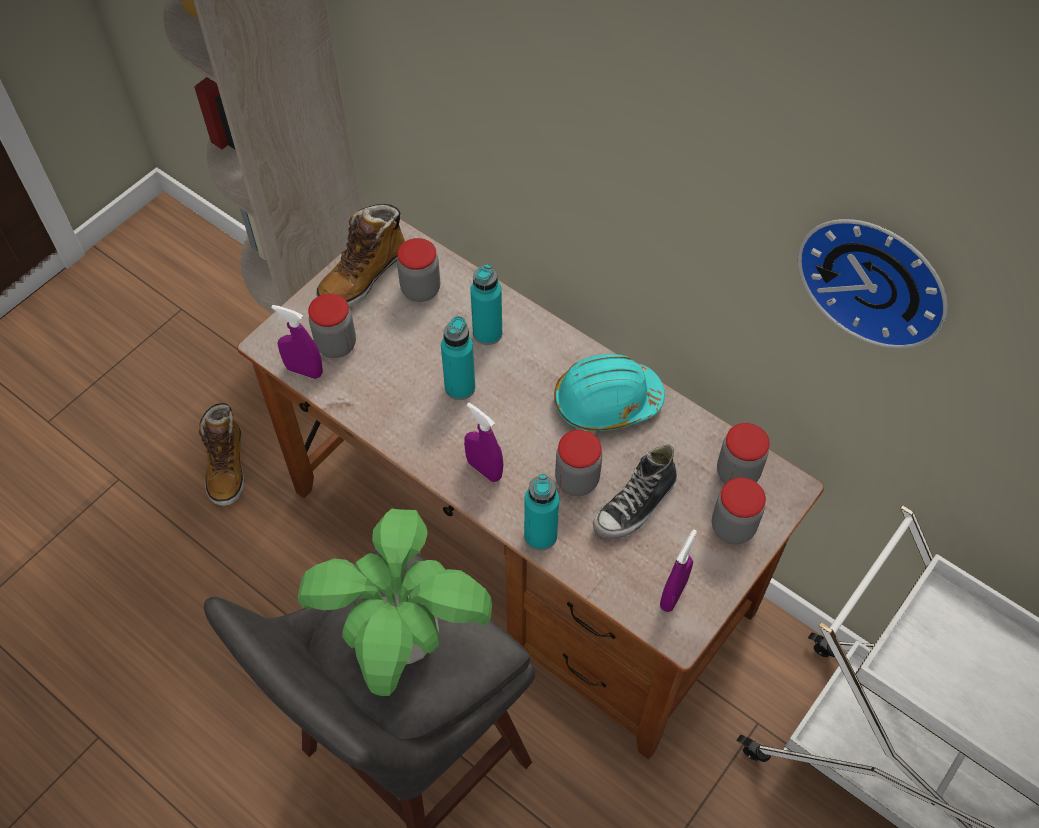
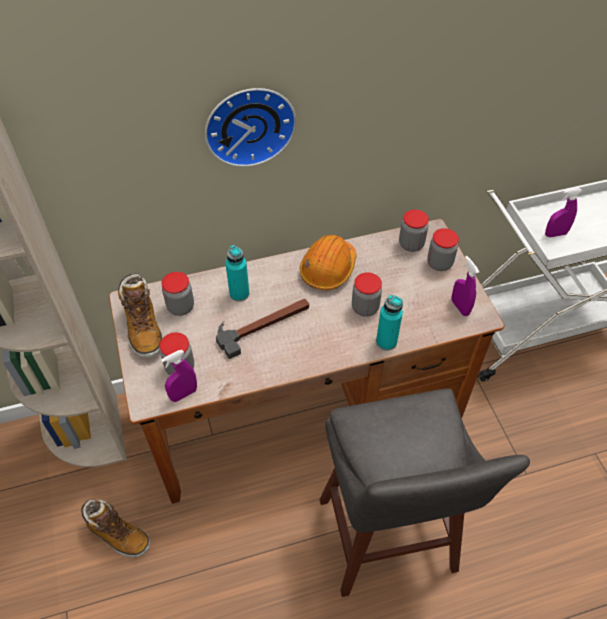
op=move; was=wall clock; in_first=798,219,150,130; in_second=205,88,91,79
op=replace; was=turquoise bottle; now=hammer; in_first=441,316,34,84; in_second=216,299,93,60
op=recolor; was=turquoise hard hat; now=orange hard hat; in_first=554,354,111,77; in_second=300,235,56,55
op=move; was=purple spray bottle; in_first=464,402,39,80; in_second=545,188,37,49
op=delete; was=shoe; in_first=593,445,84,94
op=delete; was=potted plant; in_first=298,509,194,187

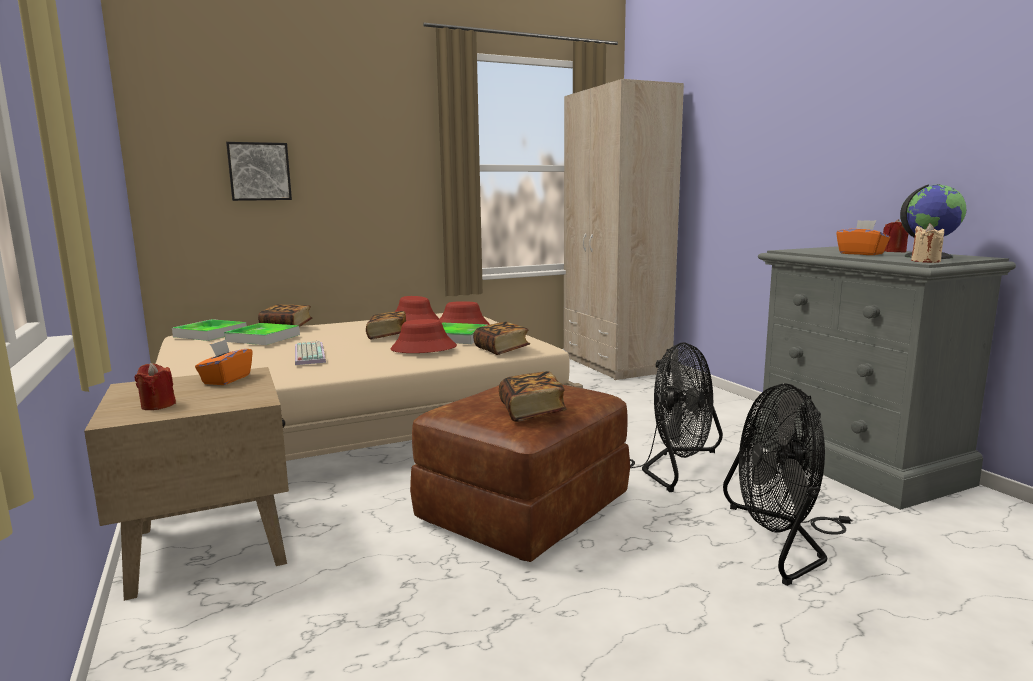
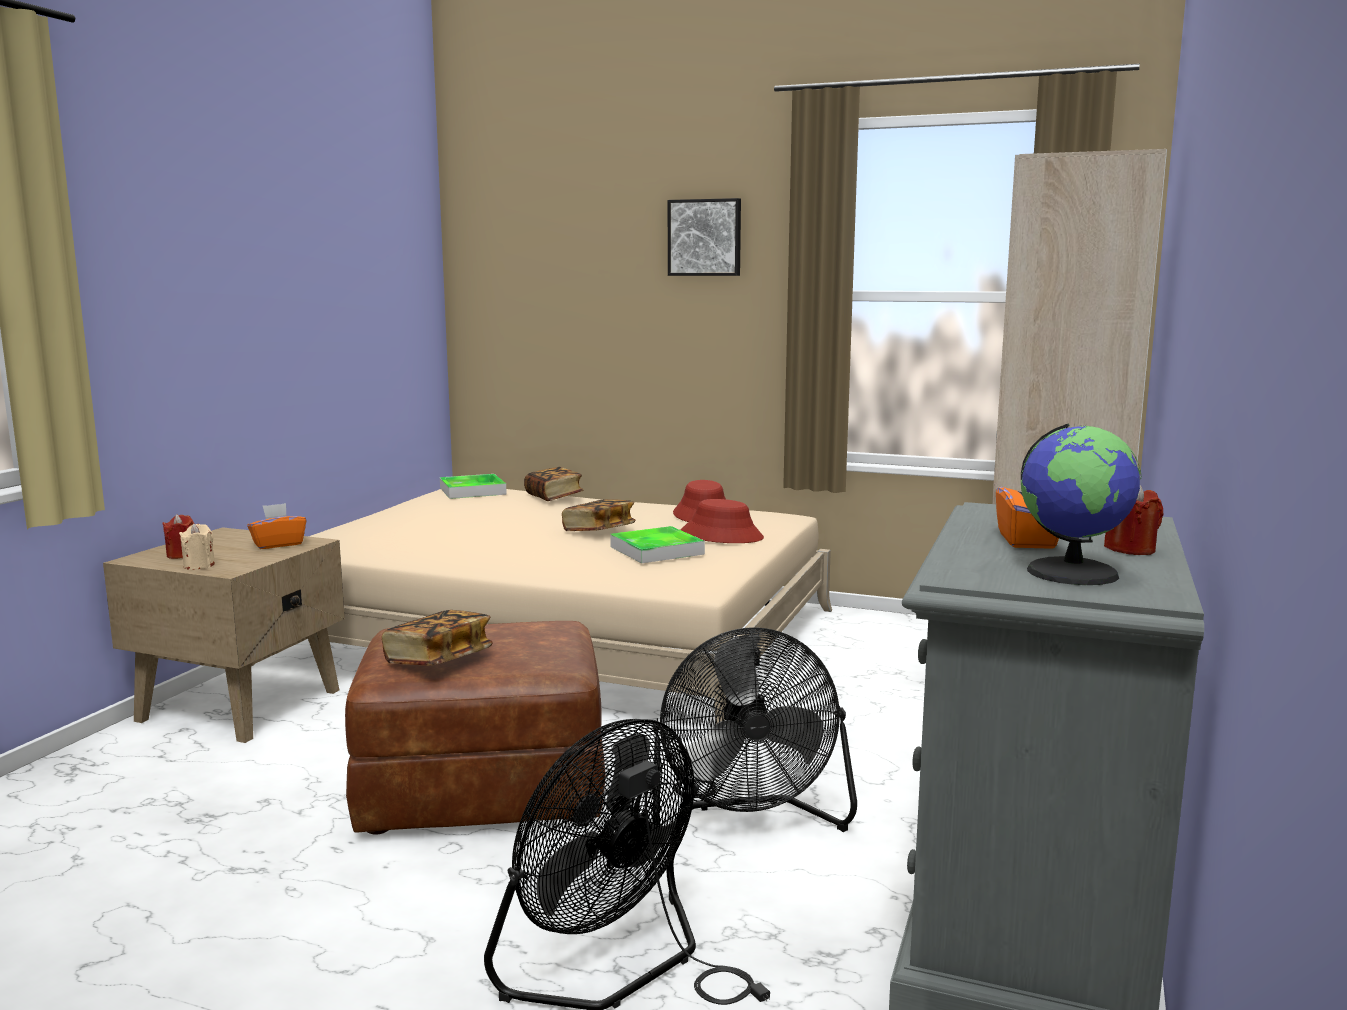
op=move; was=picture; in_first=226,142,66,59; in_second=668,198,73,78
op=move; was=beige candle; in_first=911,223,33,40; in_second=179,524,36,46
op=delete; was=red hat; in_first=391,319,66,34
op=delete; was=book; in_first=473,322,57,33
op=delete; was=tray; in_first=224,323,76,22
op=delete; was=keyboard; in_first=295,341,31,24

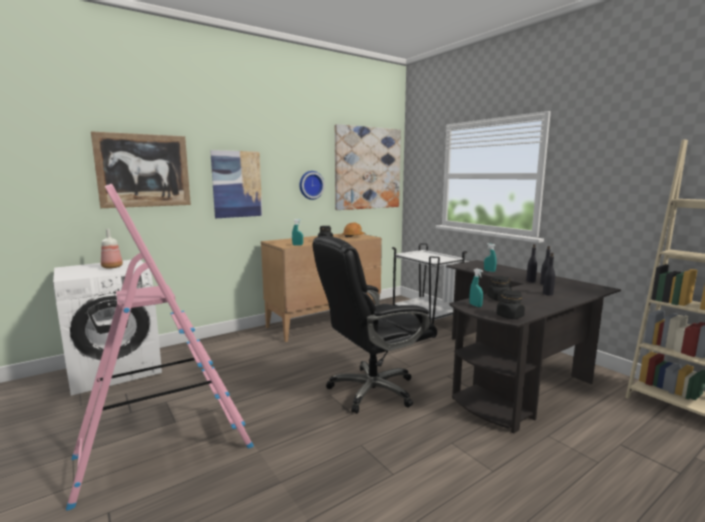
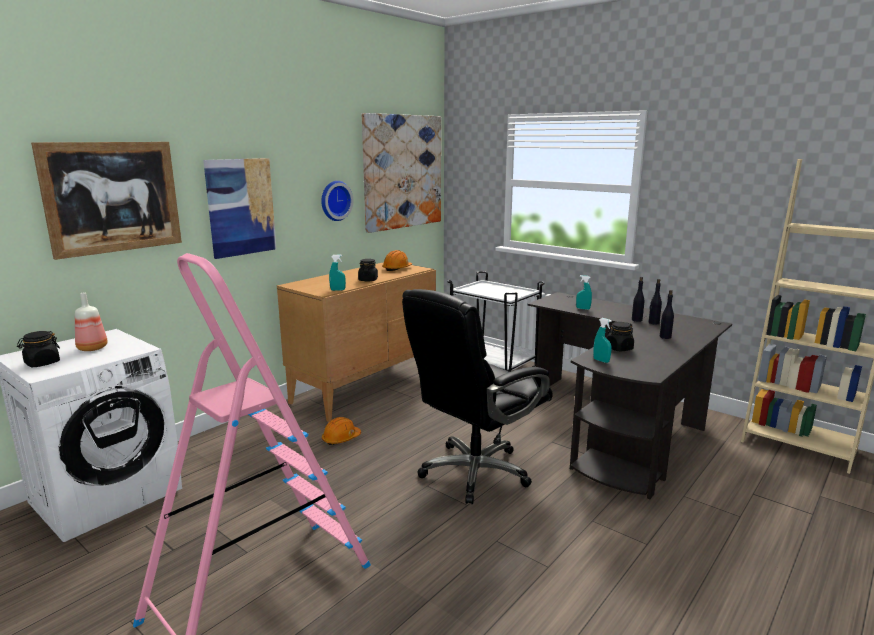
op=move; was=black jar; in_first=496,290,29,29; in_second=17,331,43,36
op=insert; now=orange hard hat; in_second=322,417,39,28

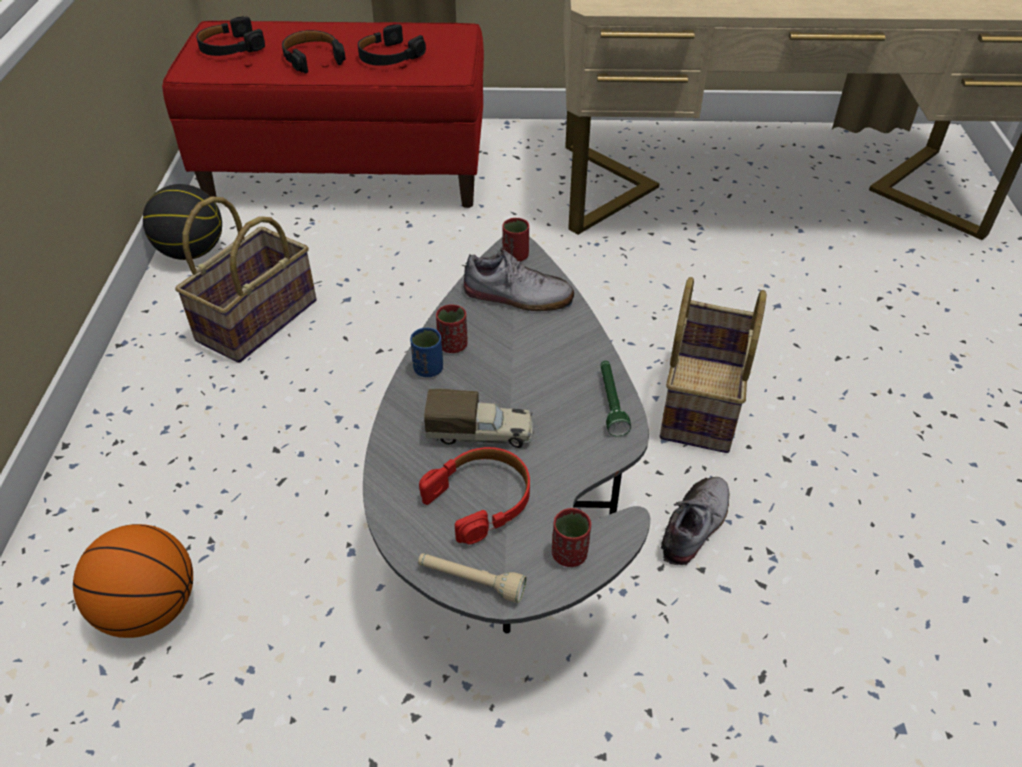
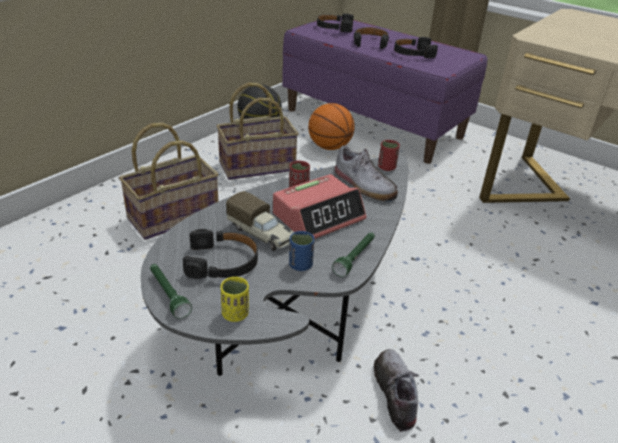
op=recolor; was=red bench; now=purple bench; in_first=162,20,322,188; in_second=282,17,205,147
op=move; was=basket; in_first=660,277,107,176; in_second=119,123,100,117
op=move; was=blue cup; in_first=410,328,33,49; in_second=289,231,25,40
op=recolor; was=red headphones; now=black headphones; in_first=419,447,111,98; in_second=183,229,75,50
op=rotate; was=shoe; in_first=660,477,70,88; in_second=373,349,46,83; clockwise=-75
op=recolor; was=red cup; now=yellow cup; in_first=552,508,39,59; in_second=221,277,28,45
op=move; was=basketball; in_first=73,524,120,114; in_second=308,103,47,47
op=recolor; was=beige flashlight; now=green flashlight; in_first=418,553,109,50; in_second=150,264,42,55
op=insert; now=alarm clock; in_second=273,174,93,65

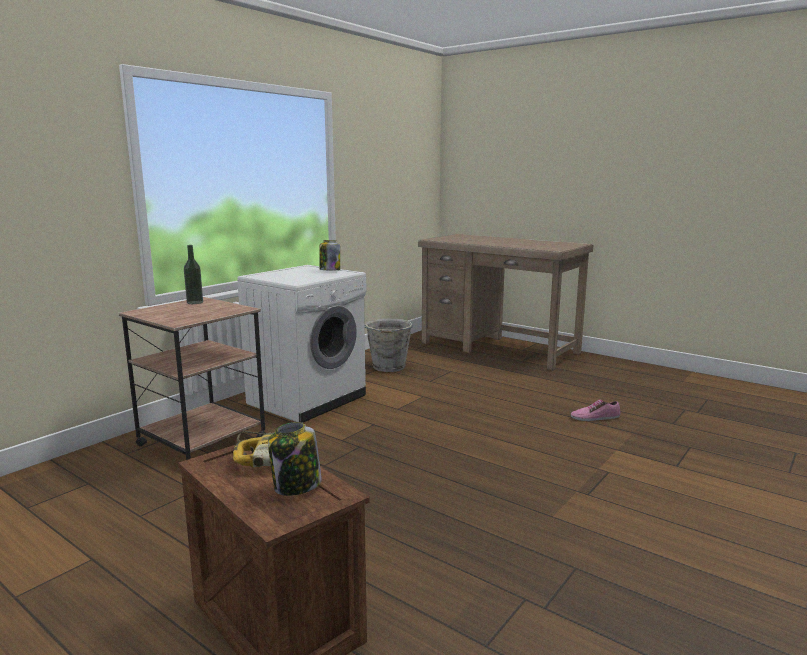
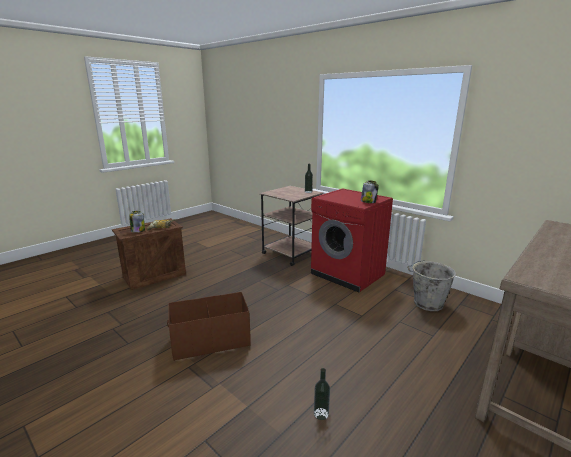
op=recolor; was=white washing machine; now=red washing machine; in_first=237,265,129,158; in_second=311,188,82,105
op=replace; was=shoe; now=bottle; in_first=571,399,49,22; in_second=314,368,16,52
op=insert; now=brown storage box; in_second=167,292,84,69

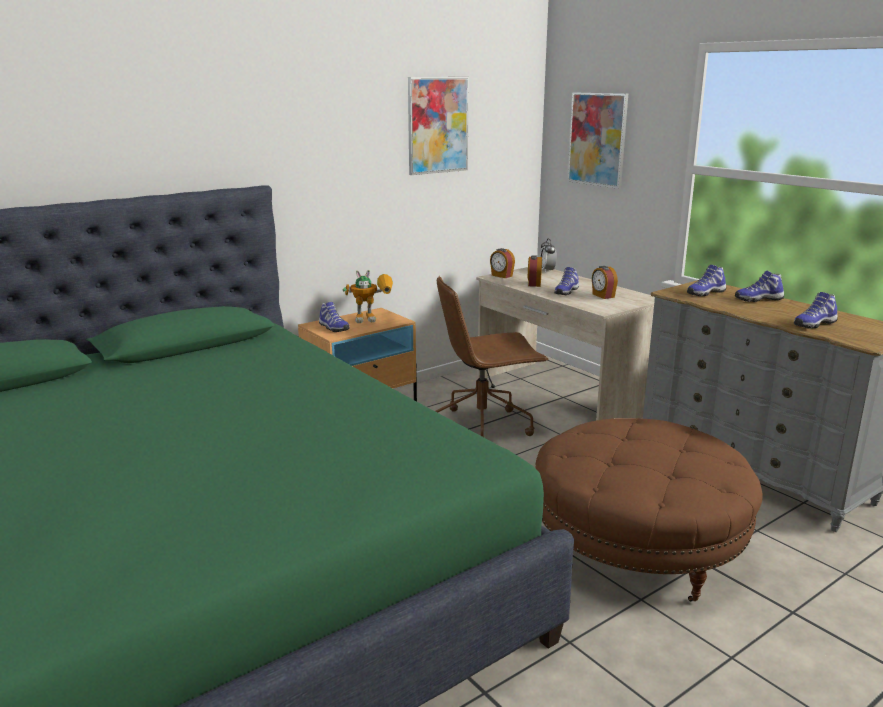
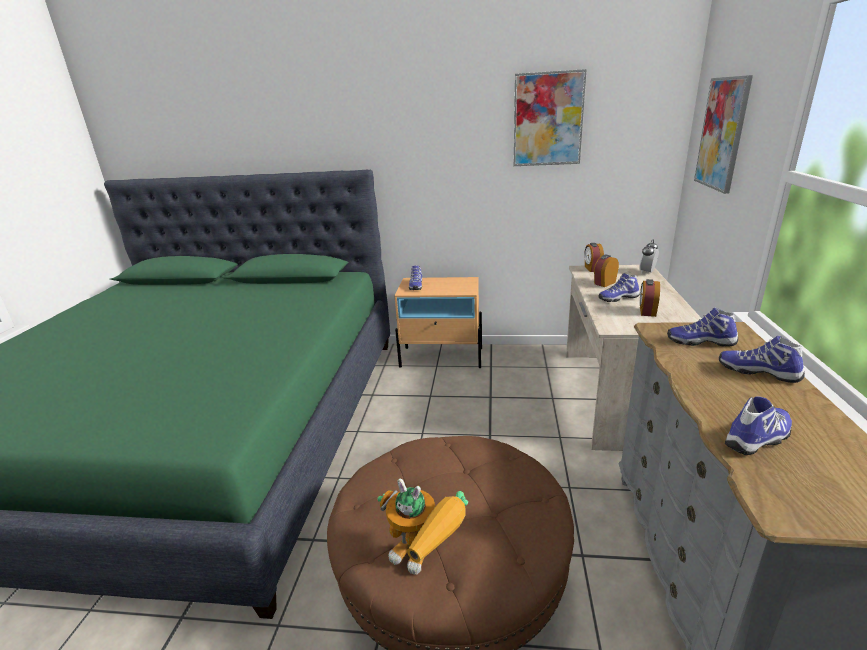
op=move; was=toy robot; in_first=343,270,50,53; in_second=377,478,91,97
op=delete; was=brown office chair; in_first=435,276,114,161
op=rotate; was=shoe; in_first=794,292,44,37; in_second=725,396,67,59; clockwise=135

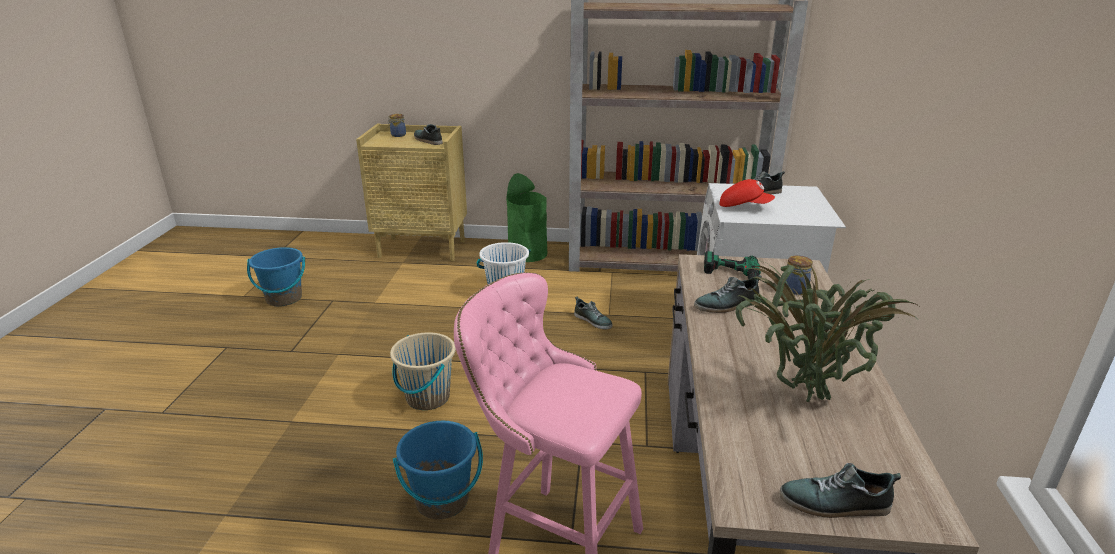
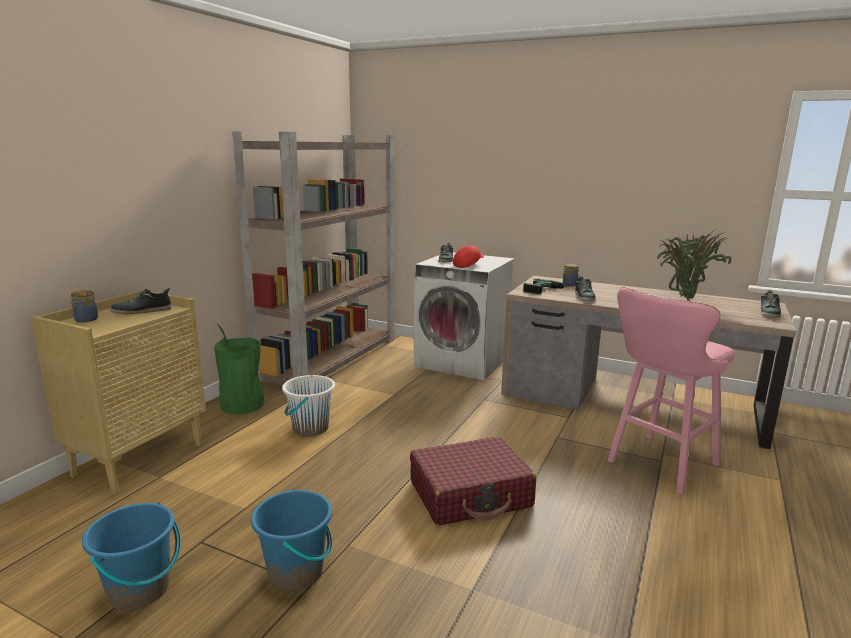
op=delete; was=shoe; in_first=574,297,39,33
op=replace; was=beige bucket; now=red suitcase; in_first=390,333,66,77; in_second=410,437,126,89
op=move; was=blue bucket; in_first=393,421,90,98; in_second=251,489,81,102

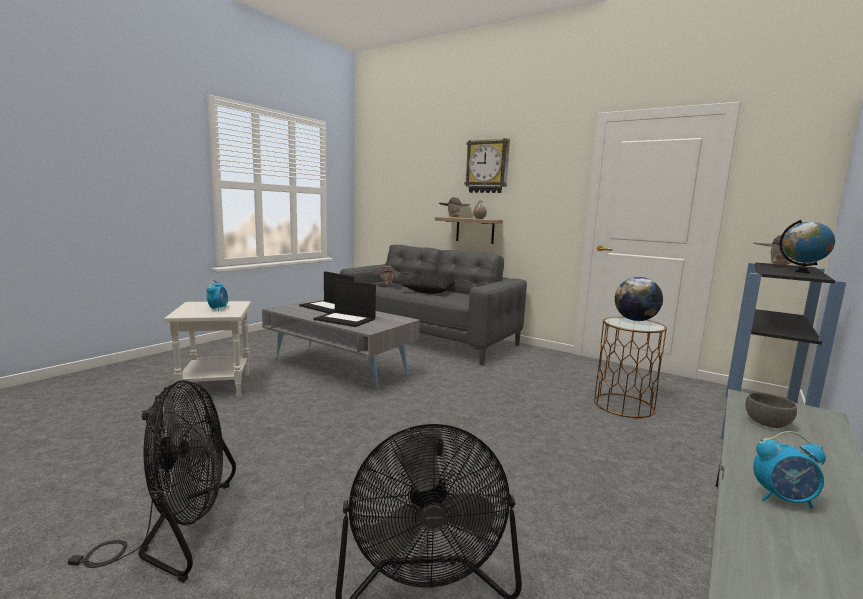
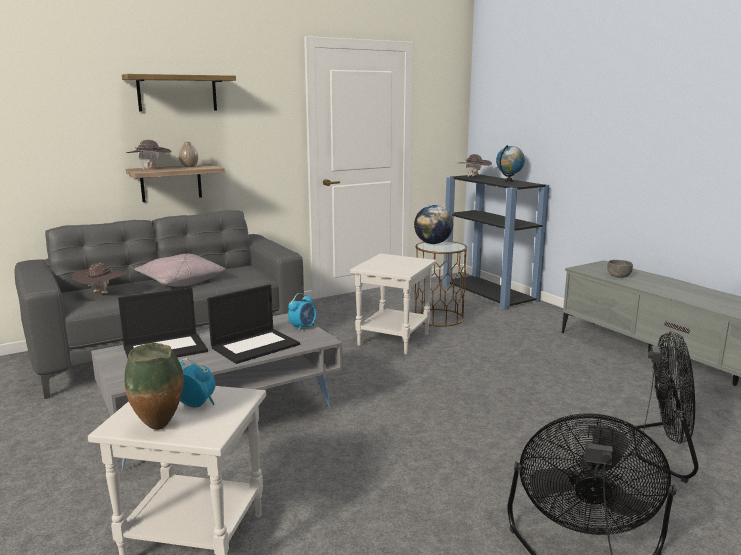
op=replace; was=wall clock; now=shelf; in_first=464,138,46,55; in_second=122,74,114,37
op=recolor; was=black pillow; now=purple pillow; in_first=400,273,54,21; in_second=134,253,92,34
op=move; was=alarm clock; in_first=753,431,73,77; in_second=288,293,28,40
op=insert; now=white side table; in_second=350,253,86,102
op=insert; now=vase; in_second=124,343,60,87

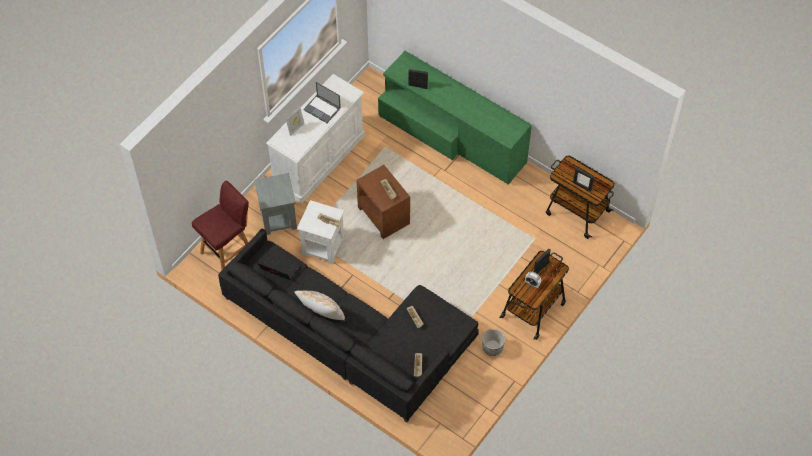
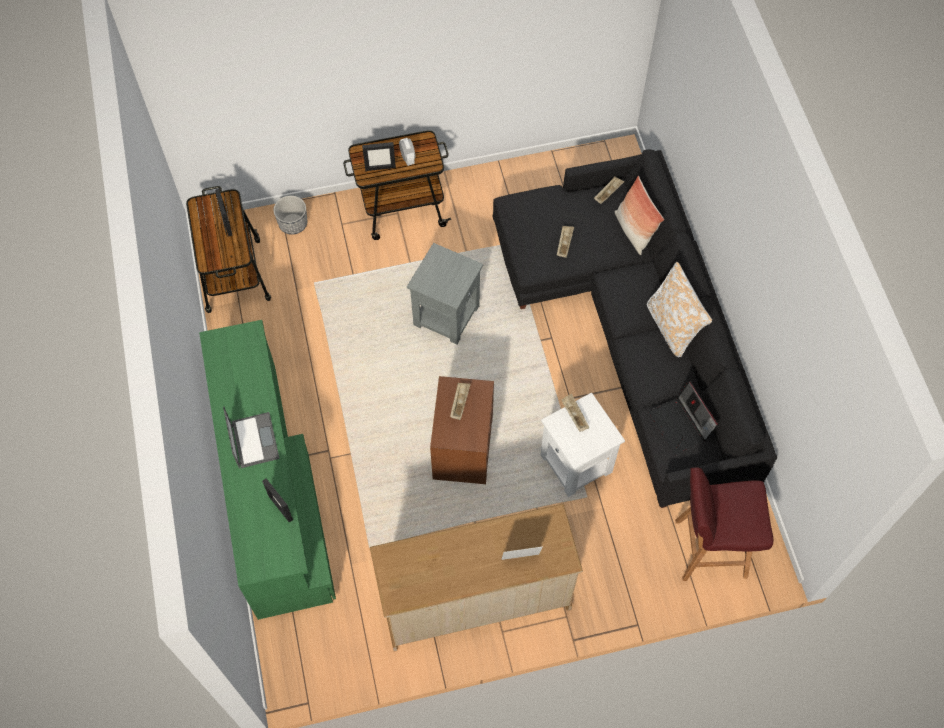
op=recolor; was=white cabinet; now=brown cabinet; in_first=266,74,99,129; in_second=370,503,213,148
op=move; was=laptop; in_first=303,82,38,41; in_second=223,406,57,63
op=move; was=grey side table; in_first=254,173,43,62; in_second=407,243,76,101
op=move; was=planter; in_first=482,329,23,27; in_second=274,196,33,39
op=insert; now=pillow; in_second=615,176,49,79

